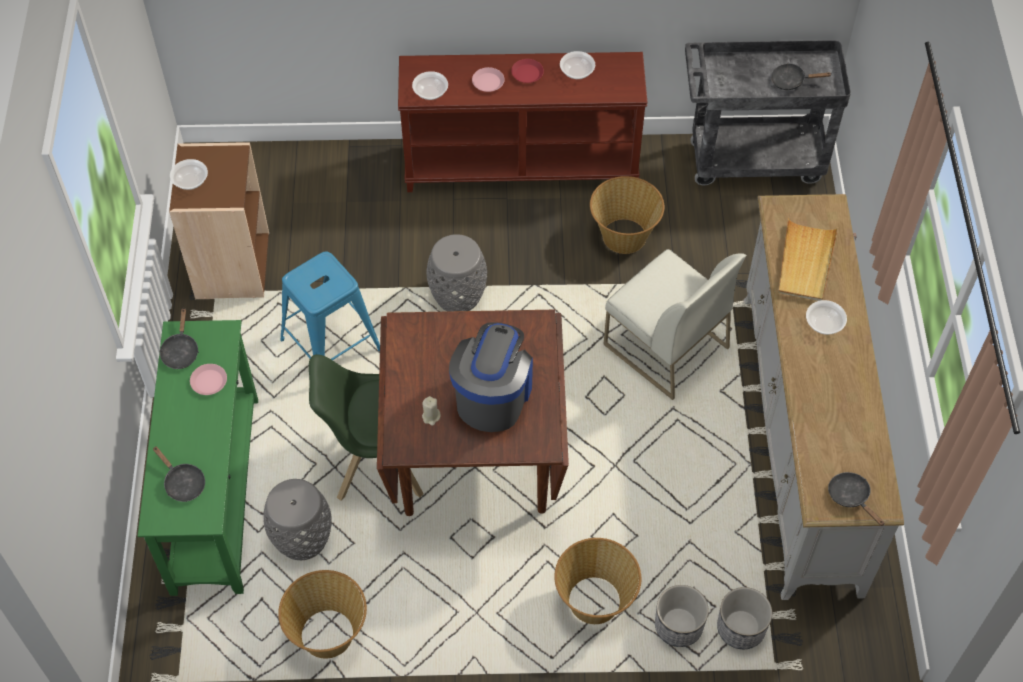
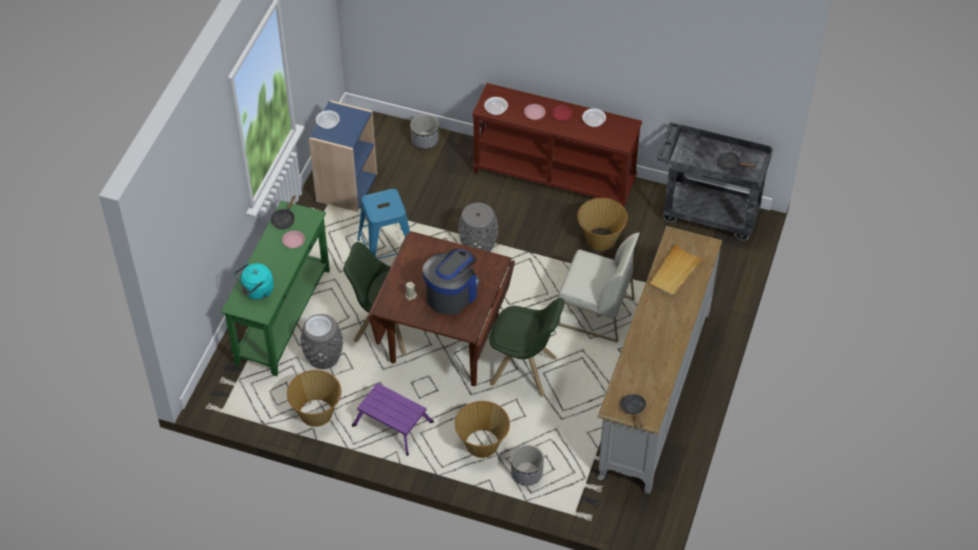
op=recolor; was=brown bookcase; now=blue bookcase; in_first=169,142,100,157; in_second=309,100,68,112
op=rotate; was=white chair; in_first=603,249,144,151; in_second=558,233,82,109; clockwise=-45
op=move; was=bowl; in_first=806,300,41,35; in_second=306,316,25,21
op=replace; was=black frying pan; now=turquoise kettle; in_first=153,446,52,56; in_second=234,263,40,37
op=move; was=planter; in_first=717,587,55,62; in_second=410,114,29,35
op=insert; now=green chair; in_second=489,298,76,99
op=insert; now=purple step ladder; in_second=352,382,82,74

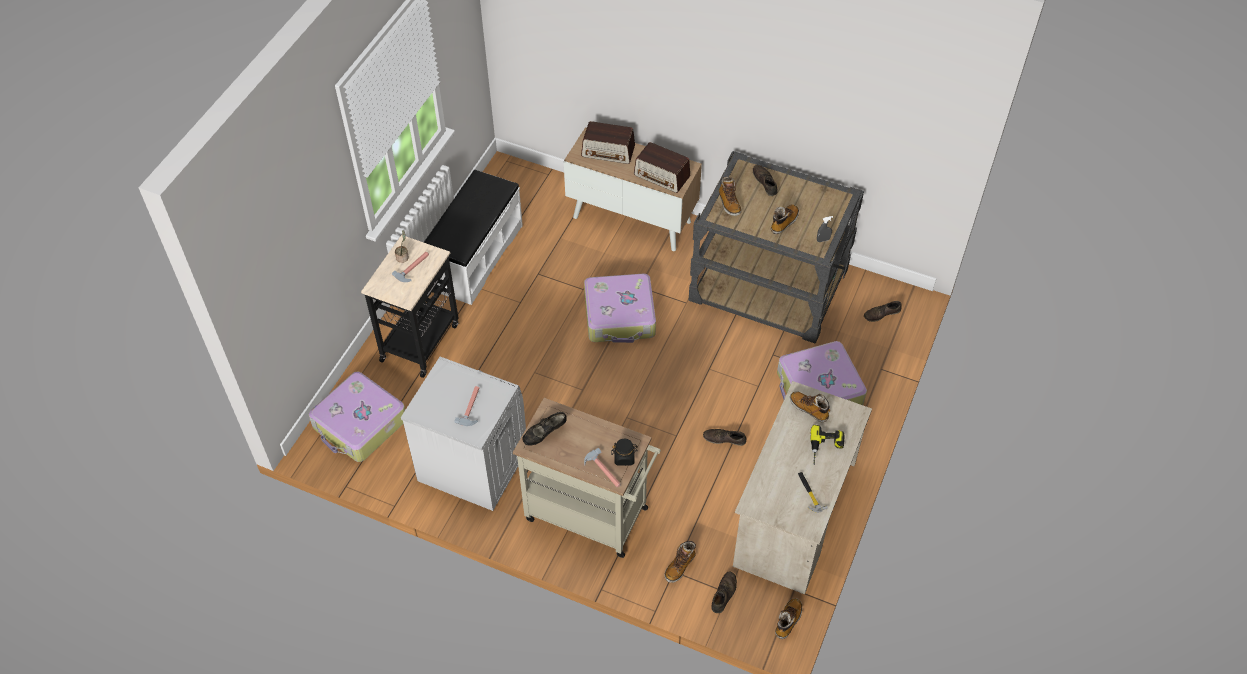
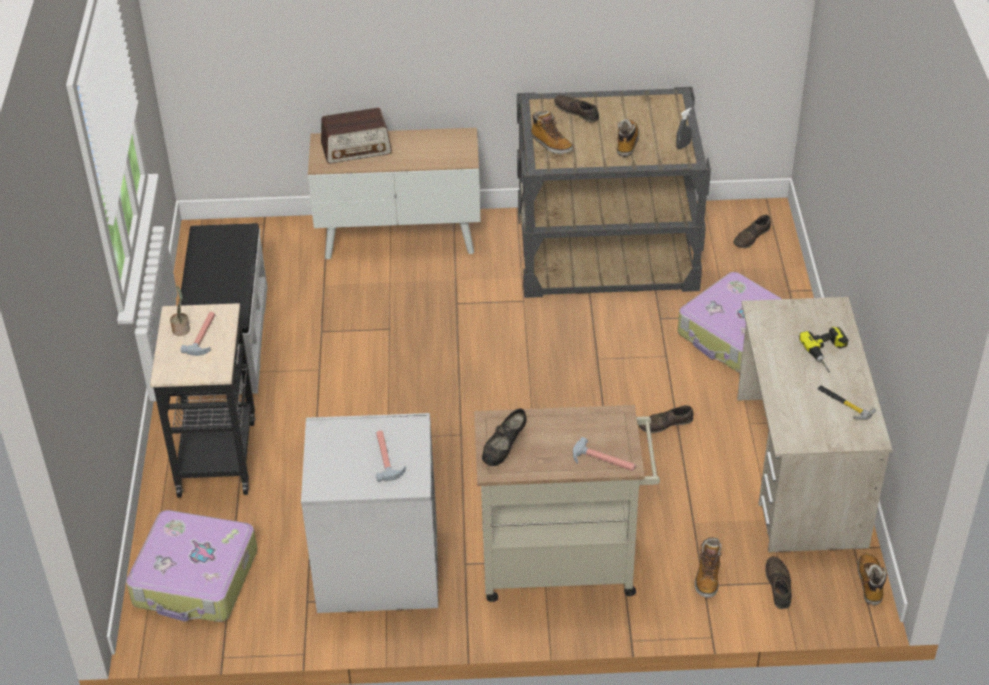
op=delete; was=radio; in_first=634,142,56,51
op=delete; was=suitcase; in_first=584,274,72,69
op=delete; was=boot; in_first=790,391,40,31
op=delete; was=black jar; in_first=611,439,27,27

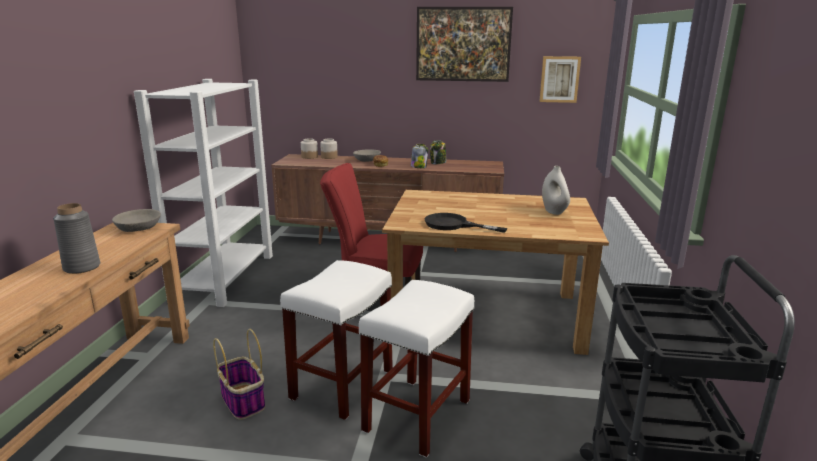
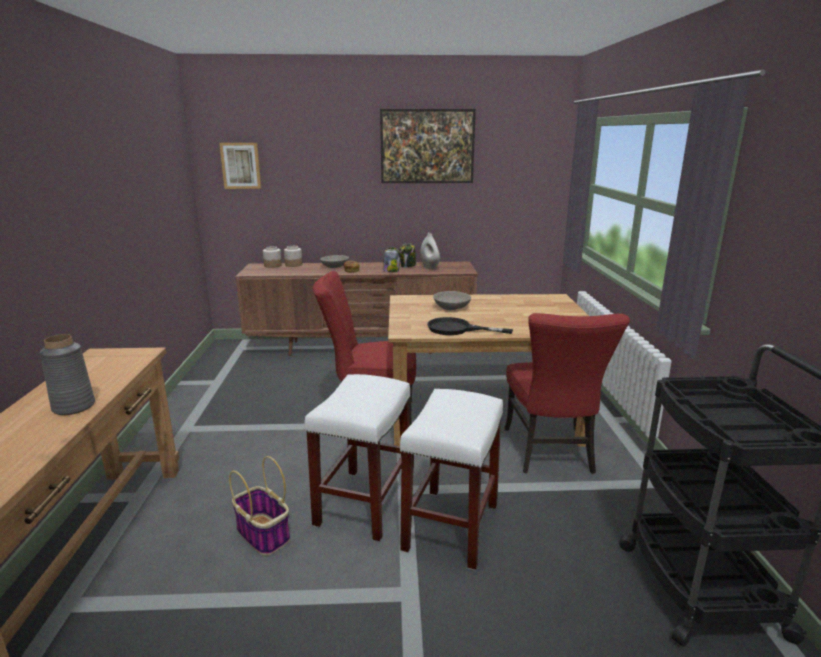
op=move; was=picture; in_first=539,56,42,47; in_second=219,143,42,46
op=delete; was=white bookcase; in_first=134,79,139,228
op=move; was=white vase; in_first=542,166,28,49; in_second=421,233,19,36
op=move; was=grey bowl; in_first=112,209,49,23; in_second=433,291,38,19
op=insert; now=red chair; in_second=504,313,126,161

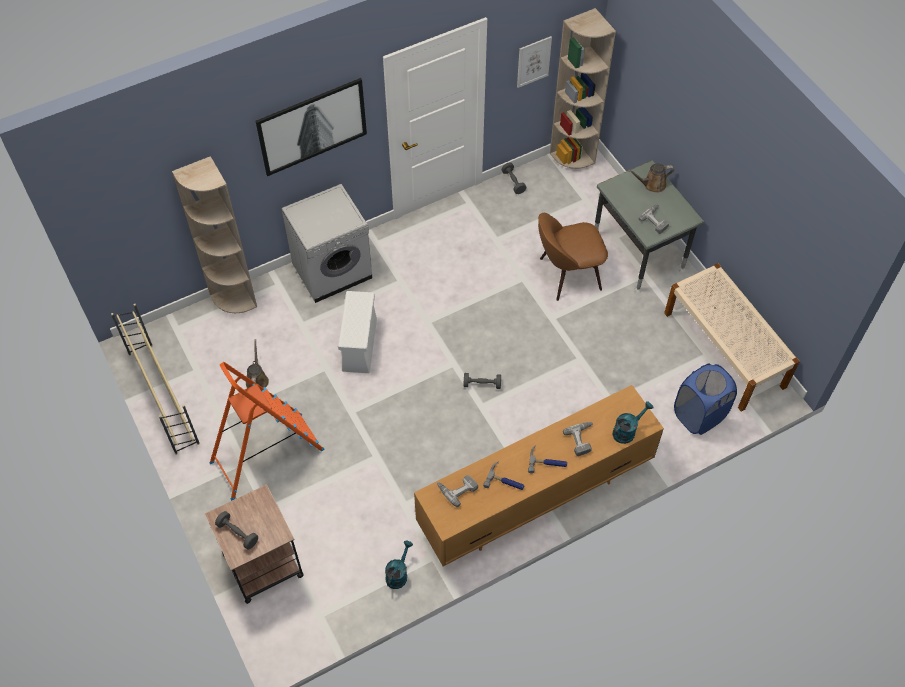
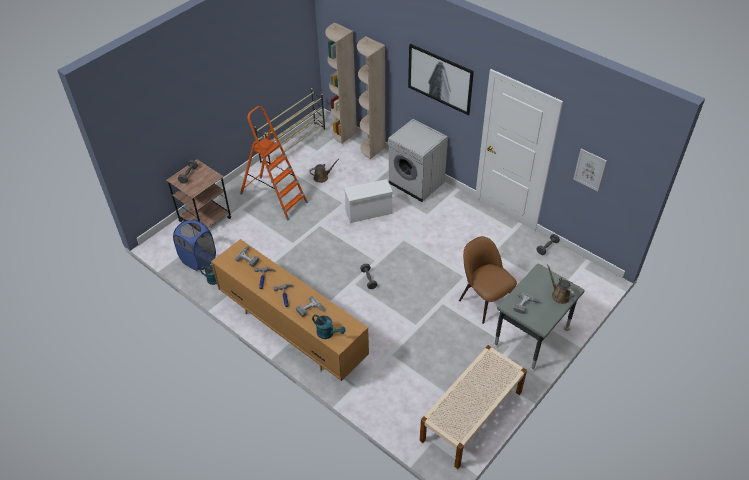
op=move; was=beige bookcase; in_first=550,8,66,161; in_second=325,22,32,122
op=move; was=blue laundry basket; in_first=674,363,63,72; in_second=173,219,43,52

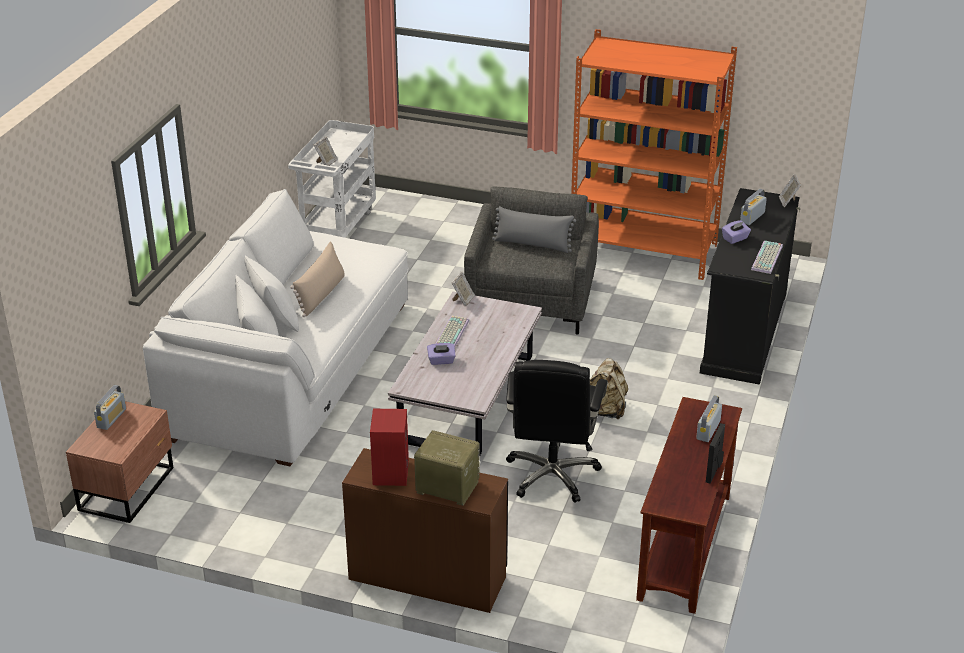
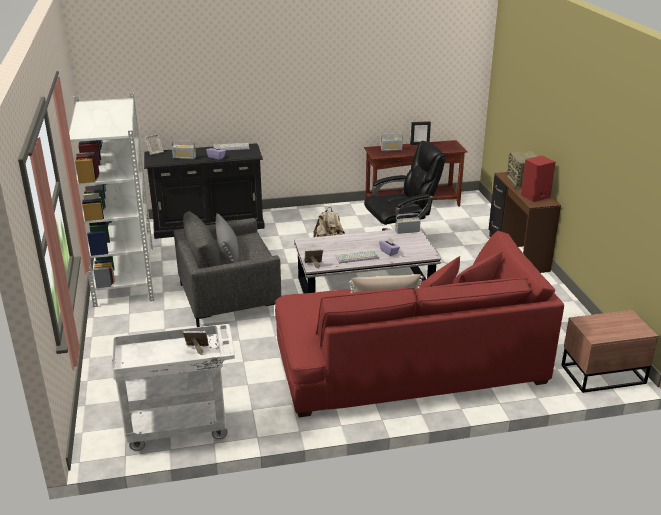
op=recolor; was=orange bookcase; now=white bookcase; in_first=571,29,166,251; in_second=69,93,85,214
op=recolor; was=white sofa; now=red sofa; in_first=143,189,266,277; in_second=275,231,289,186
op=move; was=radio; in_first=94,385,32,45; in_second=395,213,25,21

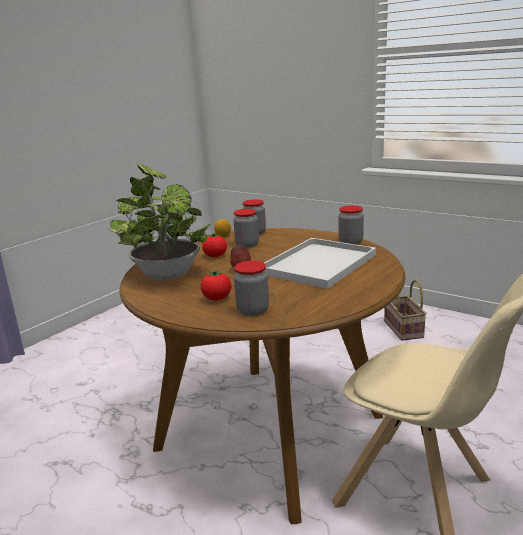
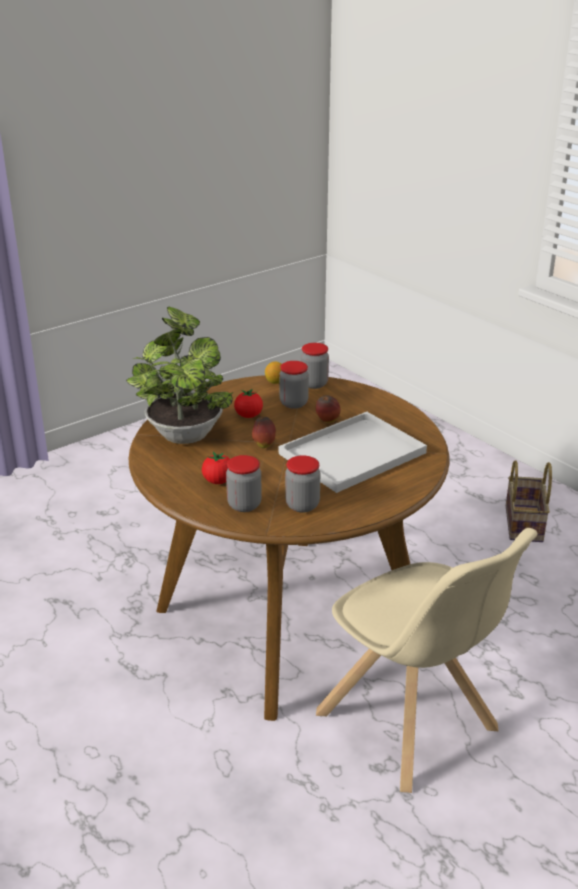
op=move; was=jar; in_first=338,205,26,40; in_second=285,455,35,58
op=insert; now=apple; in_second=316,395,25,28

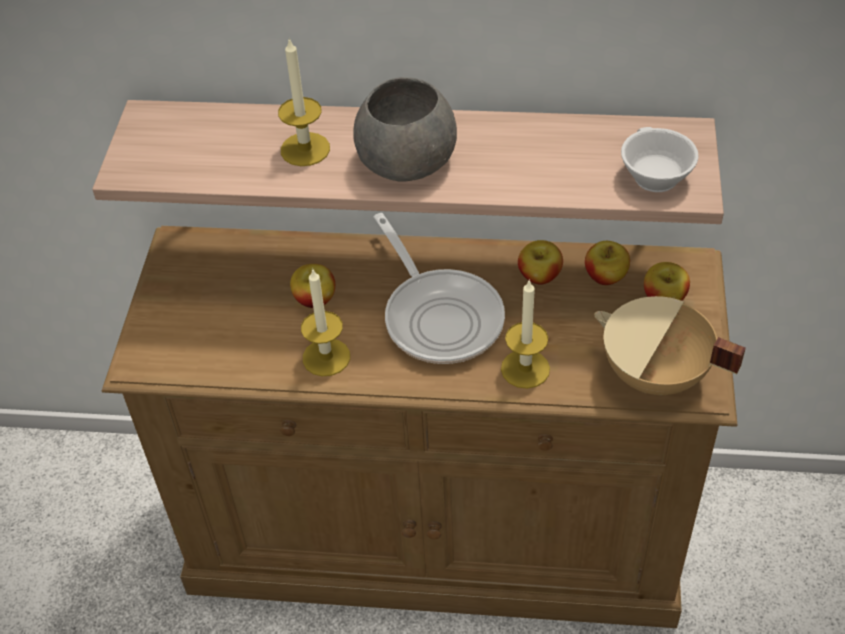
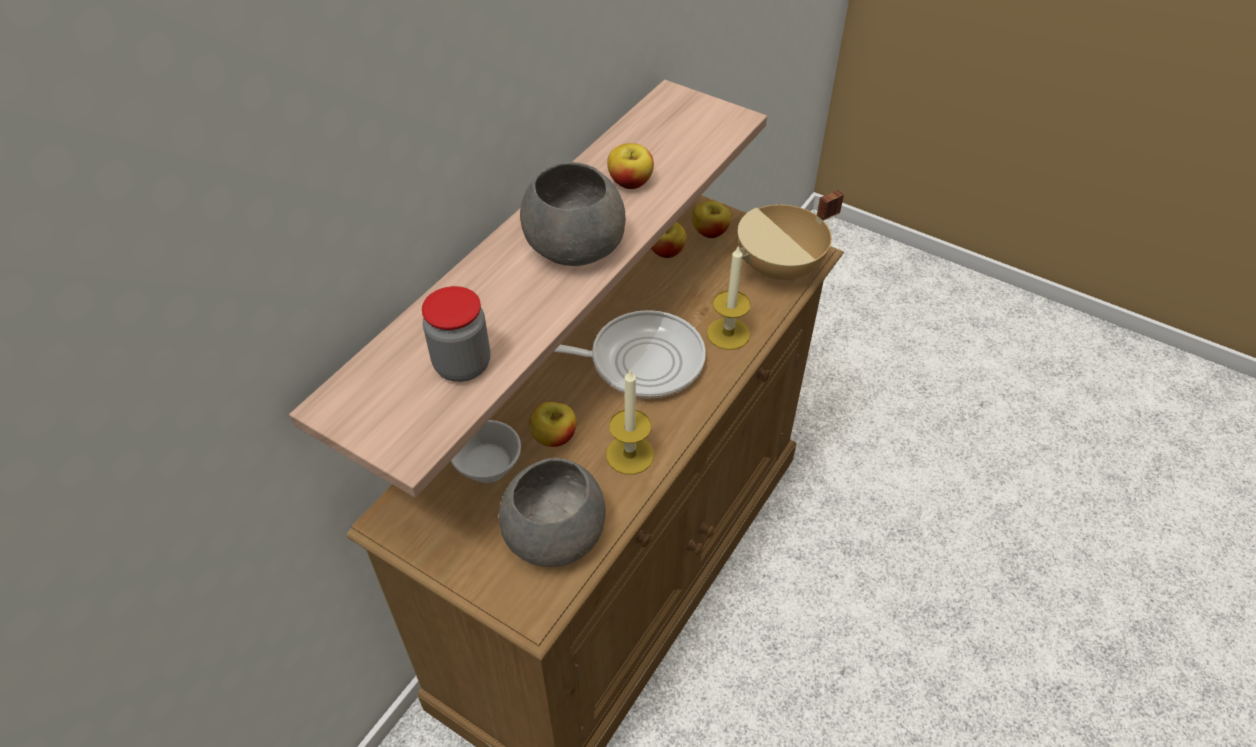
op=delete; was=candle; in_first=278,37,52,129
op=move; was=white cup; in_first=621,127,77,65; in_second=451,420,70,63
op=move; was=apple; in_first=518,240,45,45; in_second=607,143,47,46
op=insert; now=jar; in_second=422,286,68,96
op=insert; now=grey bowl; in_second=499,458,107,109

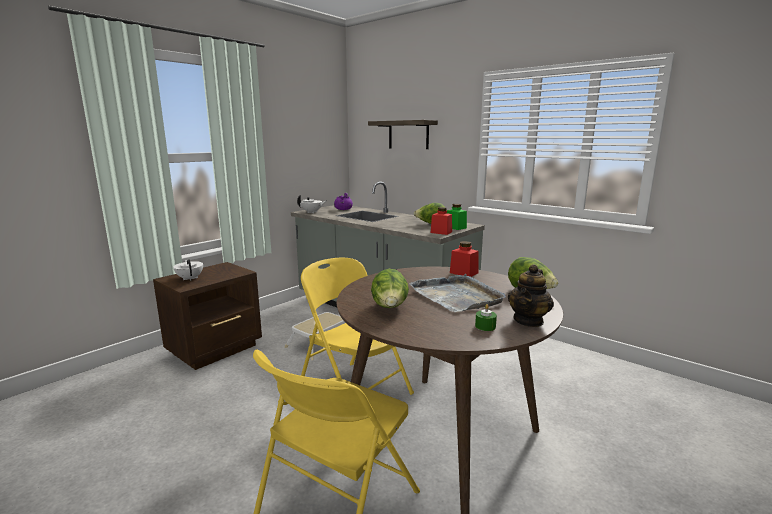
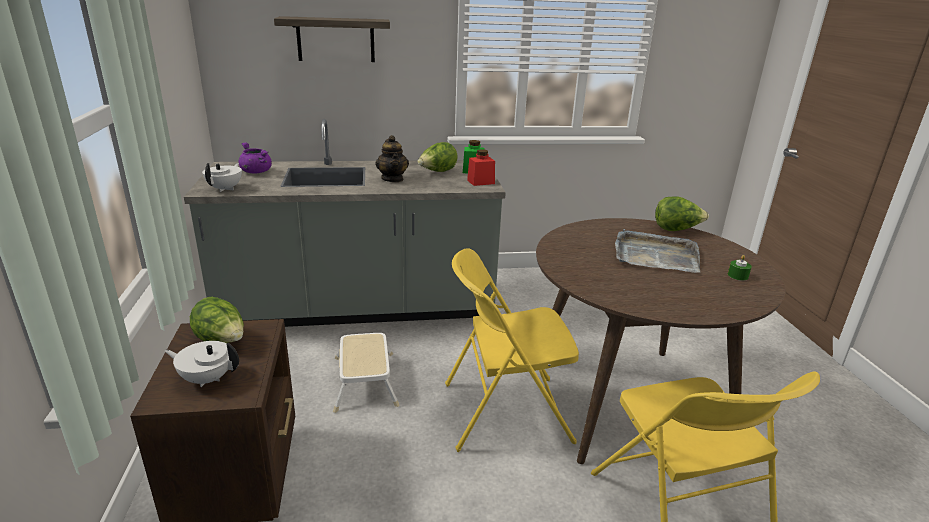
op=delete; was=red jar; in_first=450,241,29,36
op=move; was=teapot; in_first=508,264,46,63; in_second=375,135,34,47
op=move; was=lettuce; in_first=371,269,38,39; in_second=190,296,54,47

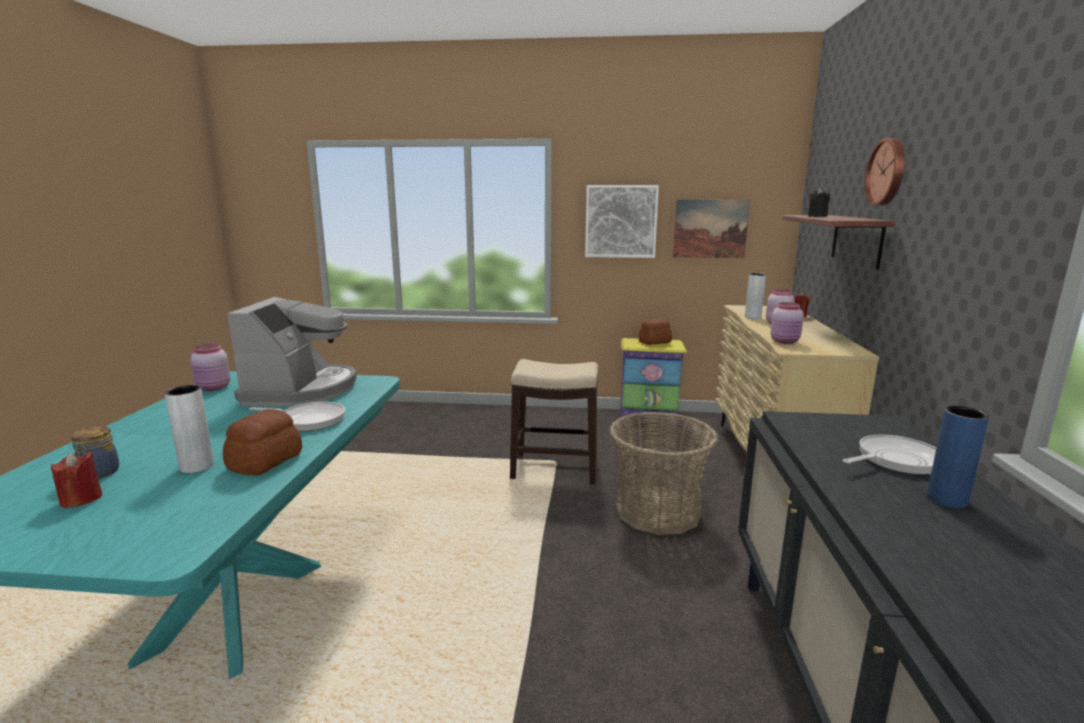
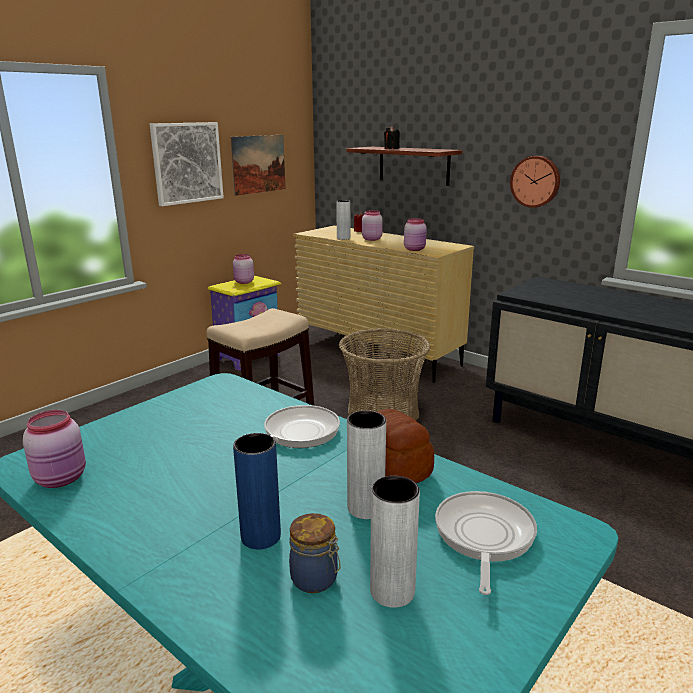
op=move; was=wall clock; in_first=865,138,40,68; in_second=510,156,50,52
op=delete; was=coffee machine; in_first=227,297,130,110
op=replace; was=bread; now=pink jar; in_first=638,319,34,26; in_second=233,254,21,30
op=move; was=blue vase; in_first=927,406,62,102; in_second=233,433,48,116
op=move; was=frying pan; in_first=842,435,94,40; in_second=435,491,102,104
op=replace; was=red candle; now=grey vase; in_first=51,452,51,56; in_second=370,476,50,132

